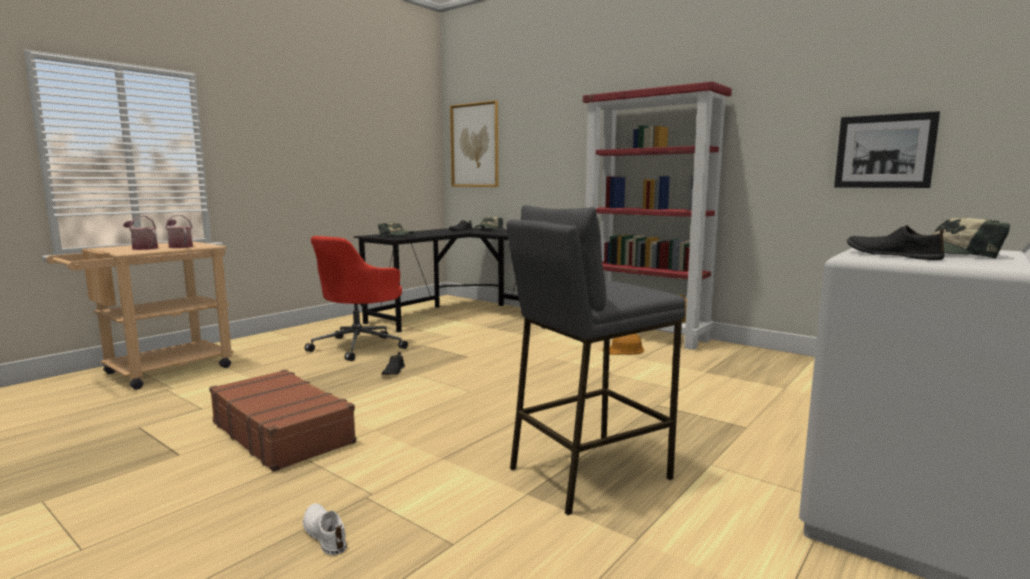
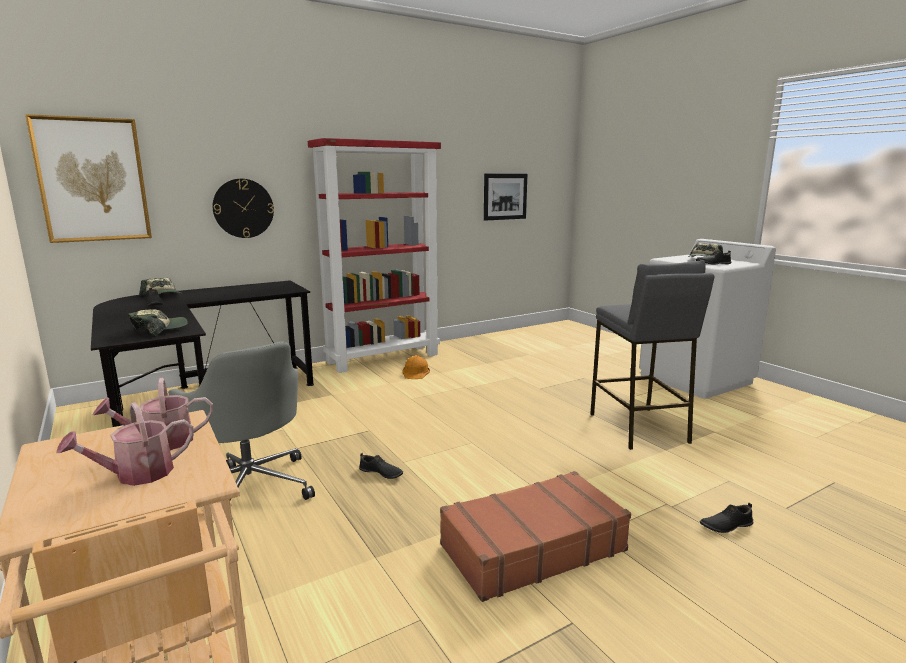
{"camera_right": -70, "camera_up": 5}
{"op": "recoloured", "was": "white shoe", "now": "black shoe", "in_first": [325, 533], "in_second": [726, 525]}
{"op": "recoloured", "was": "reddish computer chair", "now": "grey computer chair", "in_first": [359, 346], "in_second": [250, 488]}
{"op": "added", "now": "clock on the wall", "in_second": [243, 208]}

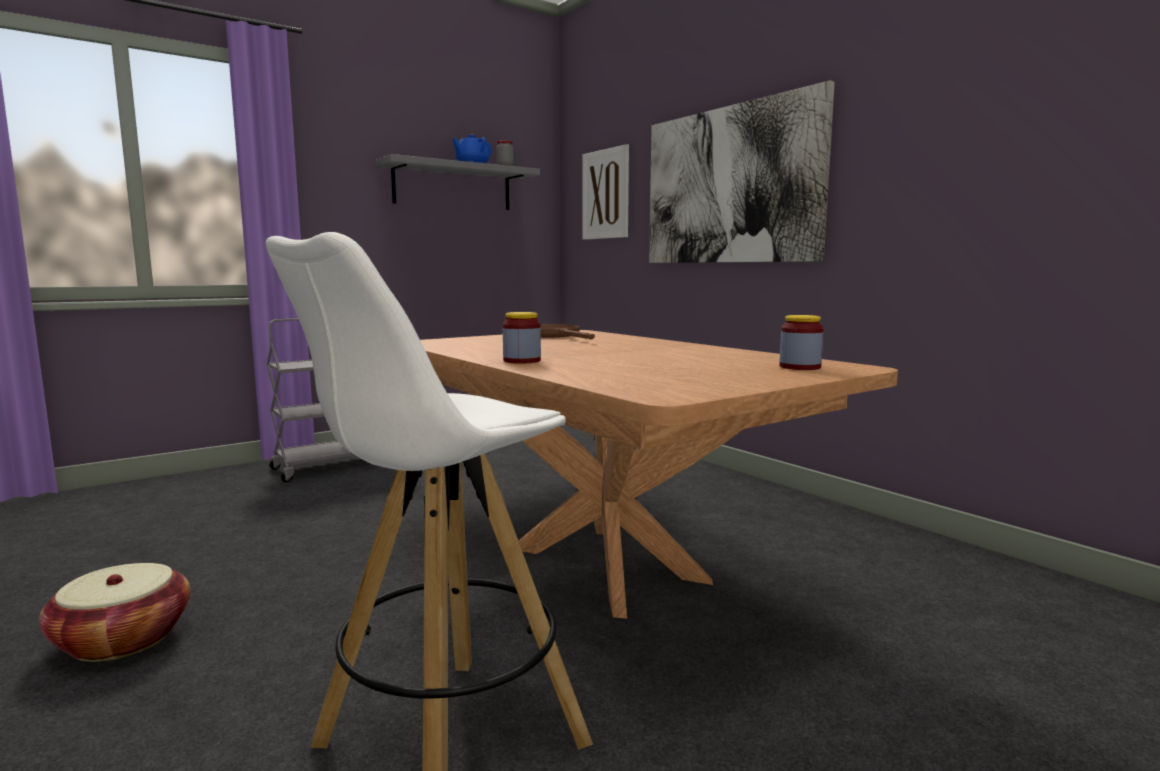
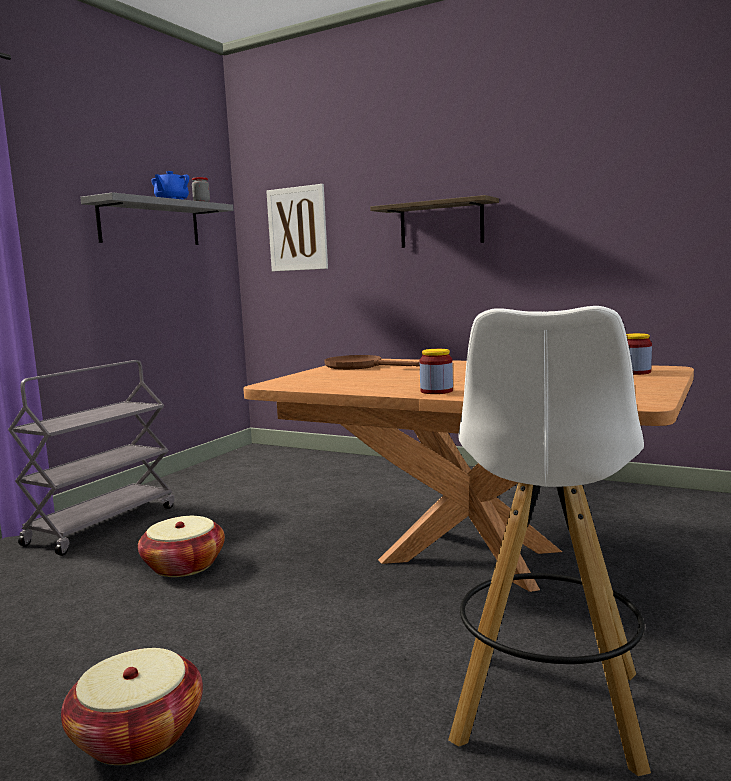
{"camera_right": -25, "camera_up": 0}
{"op": "replaced", "was": "picture", "now": "bracket shelf", "in_first": [730, 186], "in_second": [441, 224]}
{"op": "added", "now": "storage basket", "in_second": [184, 565]}

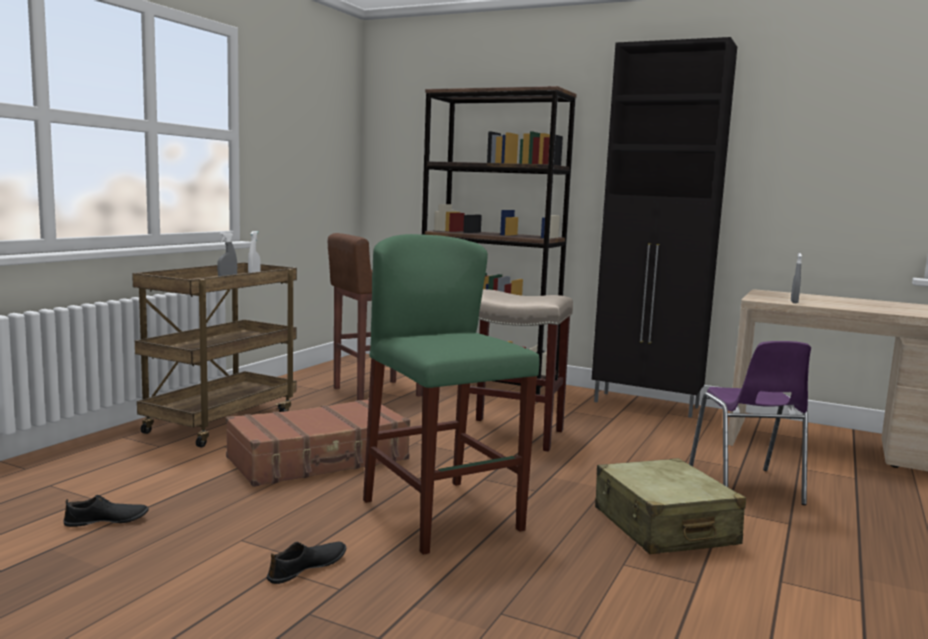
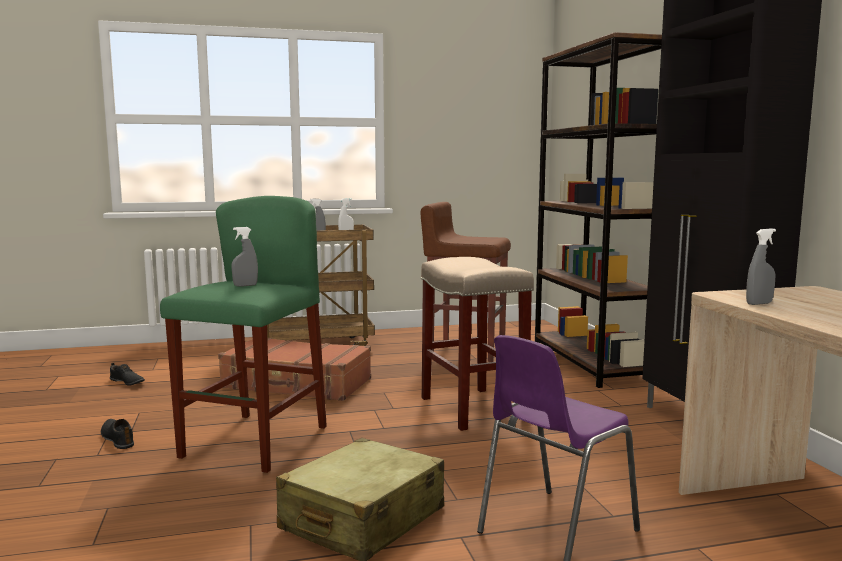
{"camera_right": 50, "camera_up": 0}
{"op": "turned", "was": "black shoe", "in_first": [307, 568], "in_second": [118, 438], "clockwise": -135}
{"op": "added", "now": "grey sprayer", "in_second": [245, 285]}

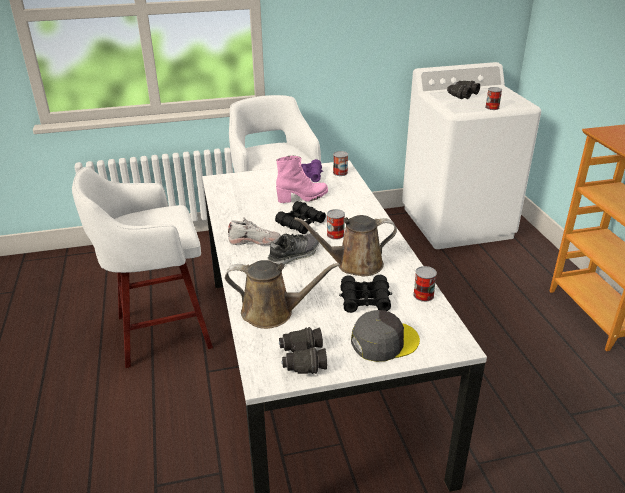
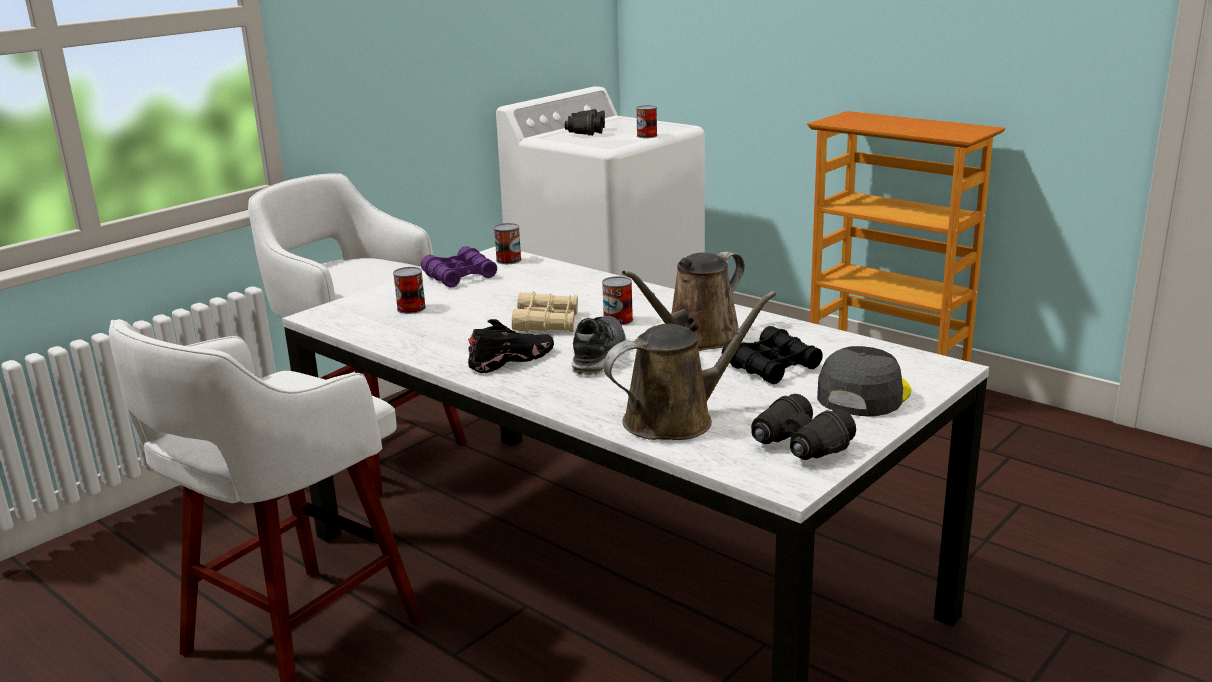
{"camera_right": -35, "camera_up": -10}
{"op": "recoloured", "was": "white shoe", "now": "black shoe", "in_first": [254, 241], "in_second": [511, 360]}
{"op": "recoloured", "was": "black pair of binoculars", "now": "sand-coloured pair of binoculars", "in_first": [301, 223], "in_second": [546, 323]}
{"op": "removed", "was": "pink-coloured high-top boot", "in_first": [303, 198]}
{"op": "moved", "was": "metal can", "in_first": [423, 295], "in_second": [411, 308]}

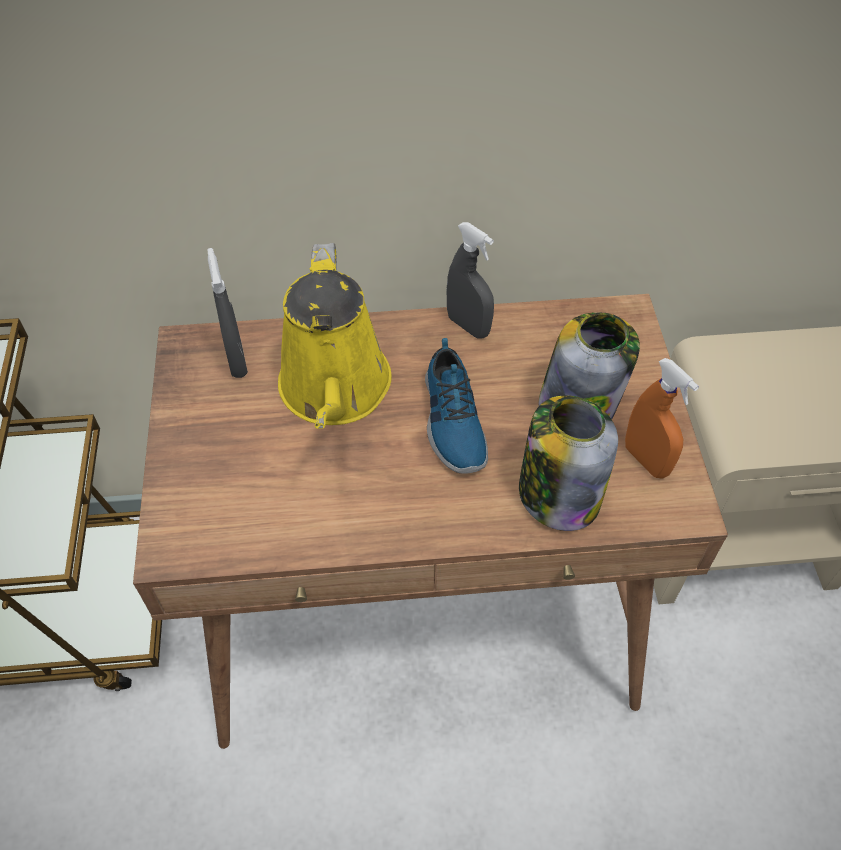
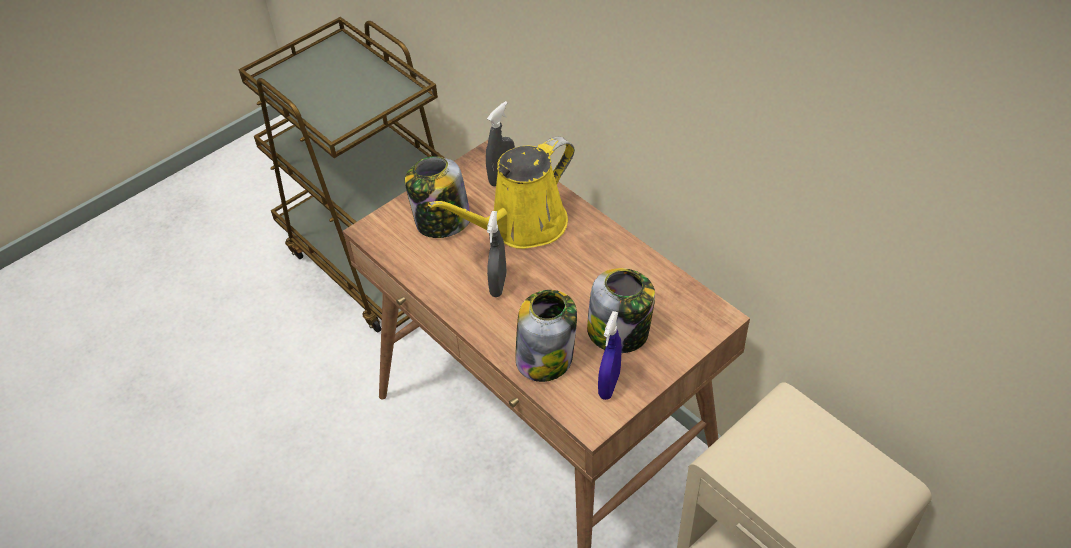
{"camera_right": 55, "camera_up": -5}
{"op": "removed", "was": "shoe", "in_first": [452, 421]}
{"op": "moved", "was": "grey sprayer", "in_first": [468, 326], "in_second": [498, 285]}
{"op": "recoloured", "was": "orangey sprayer", "now": "bluish sprayer", "in_first": [646, 460], "in_second": [609, 385]}
{"op": "added", "now": "storage jar", "in_second": [441, 222]}

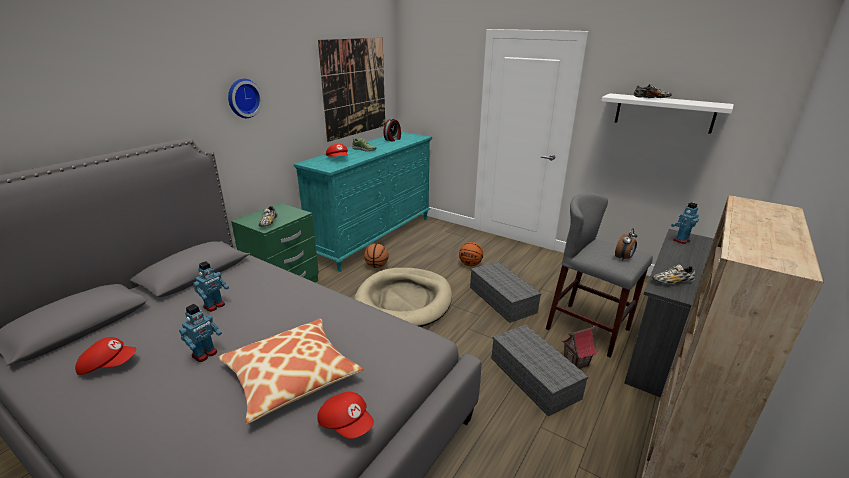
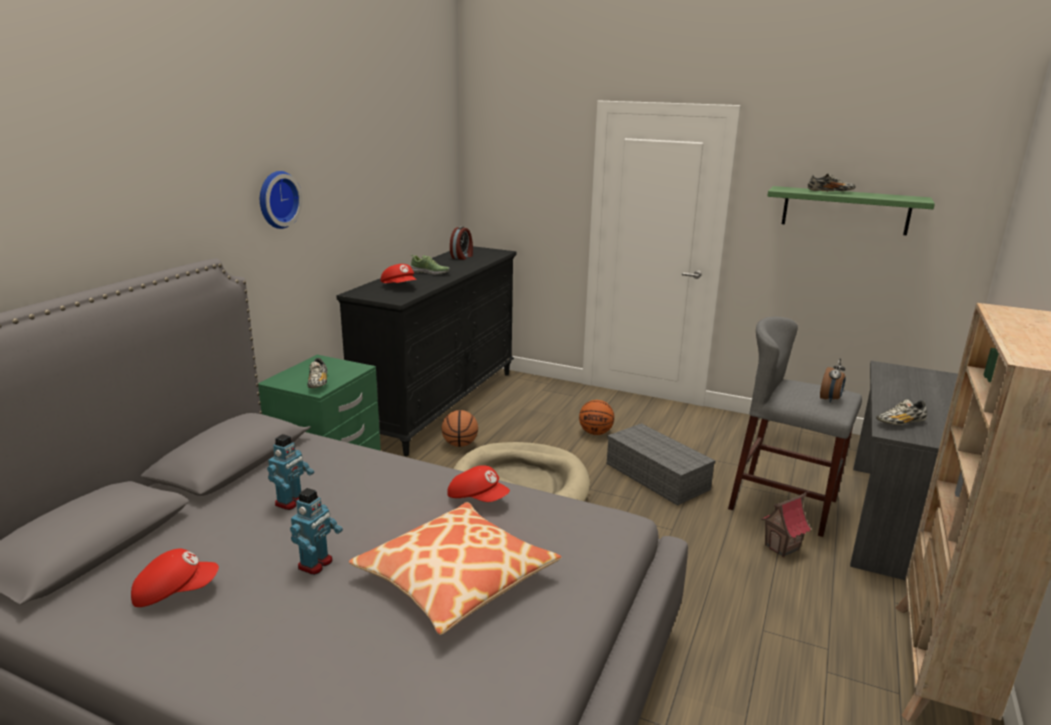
{"camera_right": -10, "camera_up": -5}
{"op": "recoloured", "was": "blue-green dresser", "now": "black dresser", "in_first": [374, 237], "in_second": [441, 404]}
{"op": "moved", "was": "reddish baseball cap", "in_first": [346, 423], "in_second": [478, 498]}
{"op": "removed", "was": "picture", "in_first": [355, 88]}
{"op": "removed", "was": "grey storage container", "in_first": [536, 378]}
{"op": "recoloured", "was": "white bracket shelf", "now": "greenish bracket shelf", "in_first": [664, 113], "in_second": [845, 210]}
{"op": "removed", "was": "robot figure", "in_first": [681, 240]}

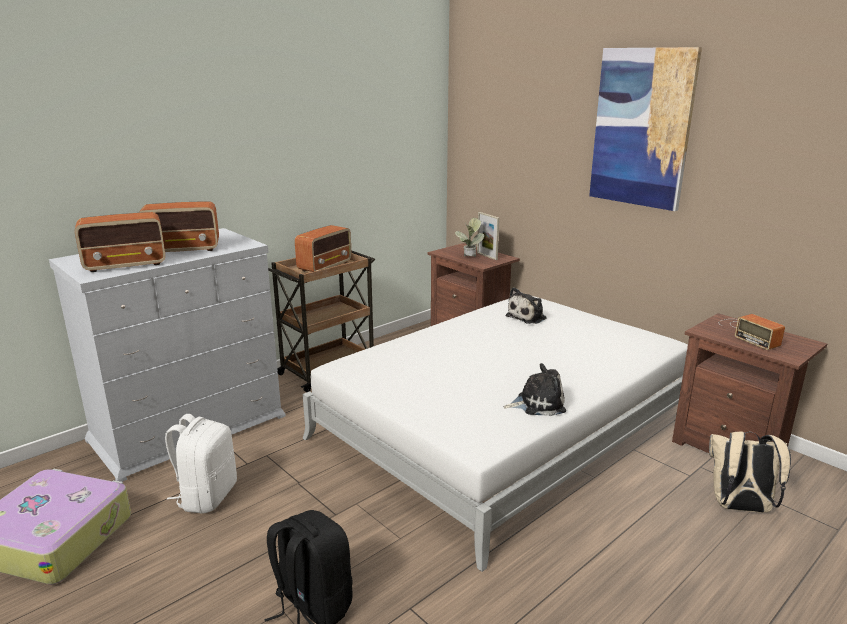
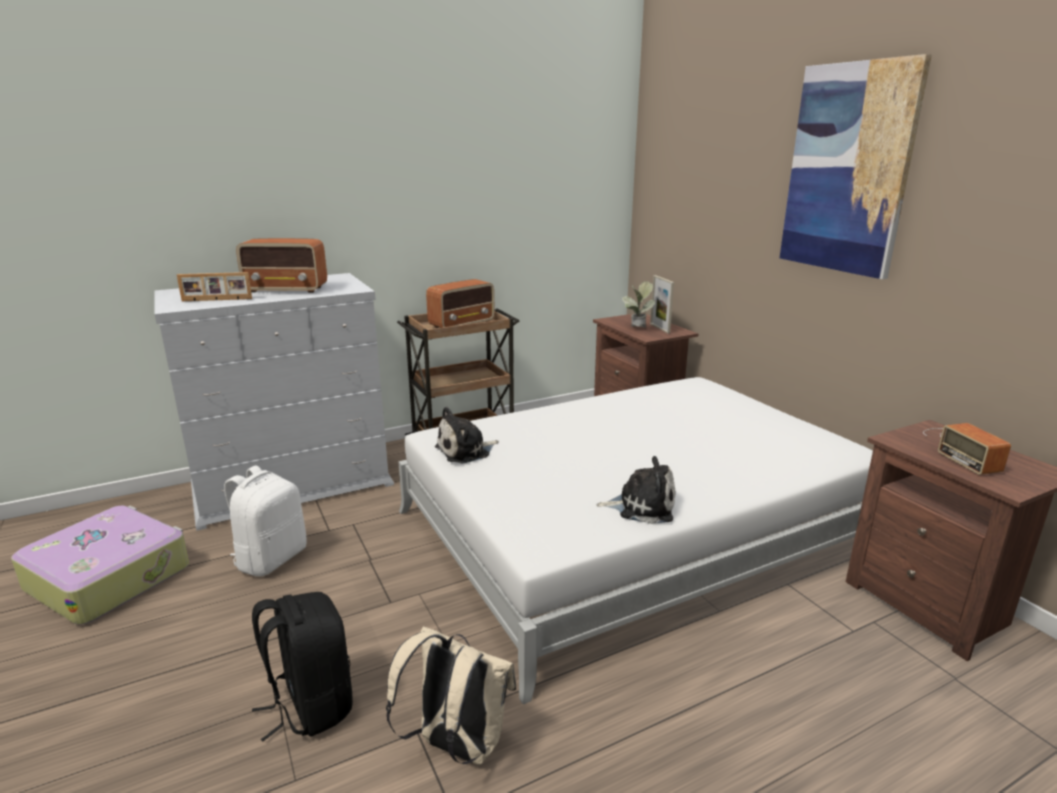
{"camera_right": 15, "camera_up": 0}
{"op": "replaced", "was": "radio", "now": "picture frame", "in_first": [126, 265], "in_second": [217, 300]}
{"op": "moved", "was": "cuddly toy", "in_first": [528, 317], "in_second": [466, 451]}
{"op": "moved", "was": "sand-coloured knapsack", "in_first": [739, 507], "in_second": [456, 745]}

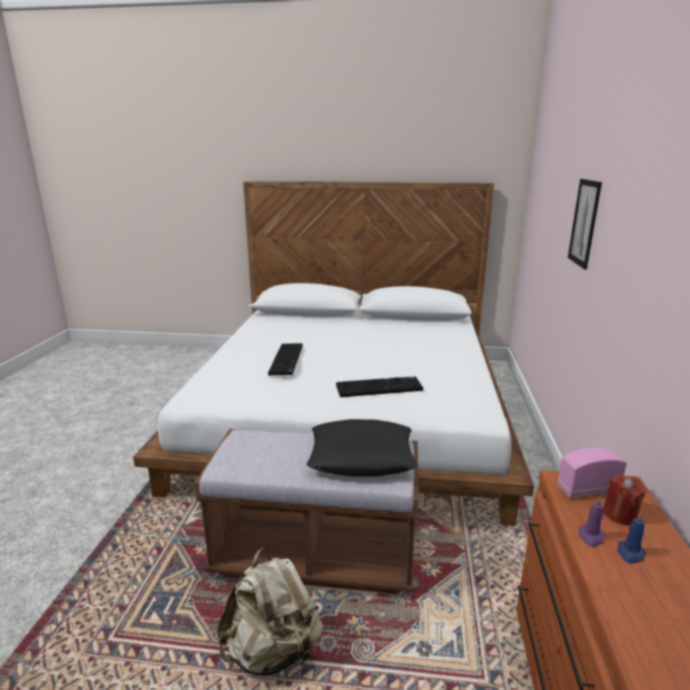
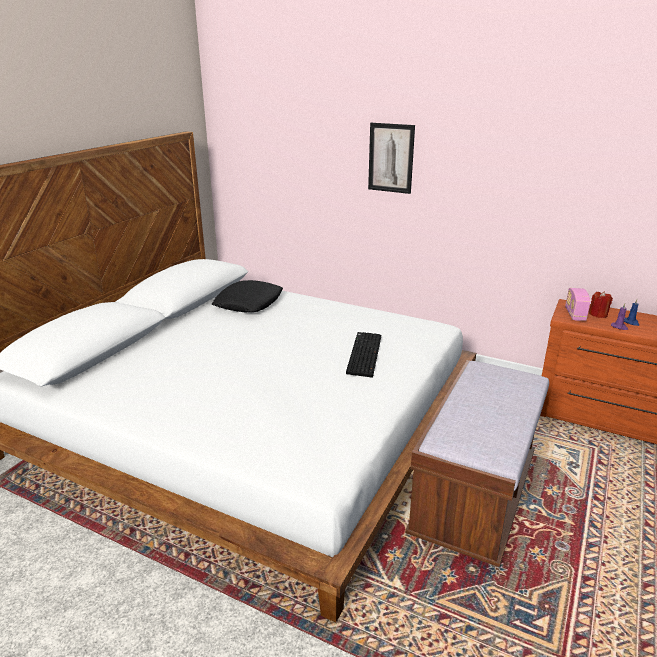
{"camera_right": -70, "camera_up": 5}
{"op": "removed", "was": "sand-coloured knapsack", "in_first": [273, 651]}
{"op": "removed", "was": "PC keyboard", "in_first": [287, 360]}
{"op": "moved", "was": "black pillow", "in_first": [361, 456], "in_second": [249, 303]}

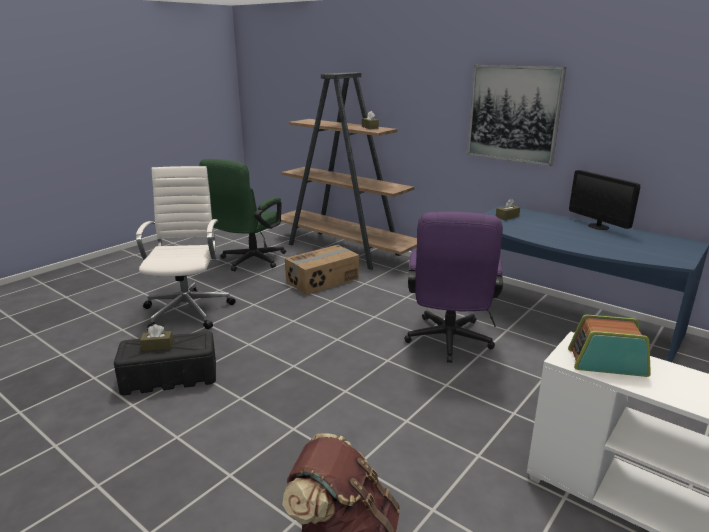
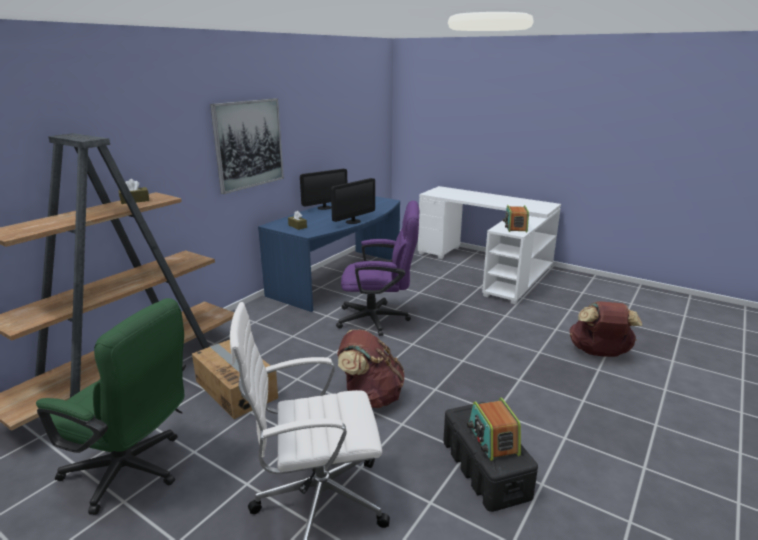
{"camera_right": -95, "camera_up": 0}
{"op": "replaced", "was": "brownish box of tissues", "now": "radio", "in_first": [157, 346], "in_second": [492, 440]}
{"op": "added", "now": "computer screen", "in_second": [353, 221]}
{"op": "added", "now": "brownish knapsack", "in_second": [370, 397]}

